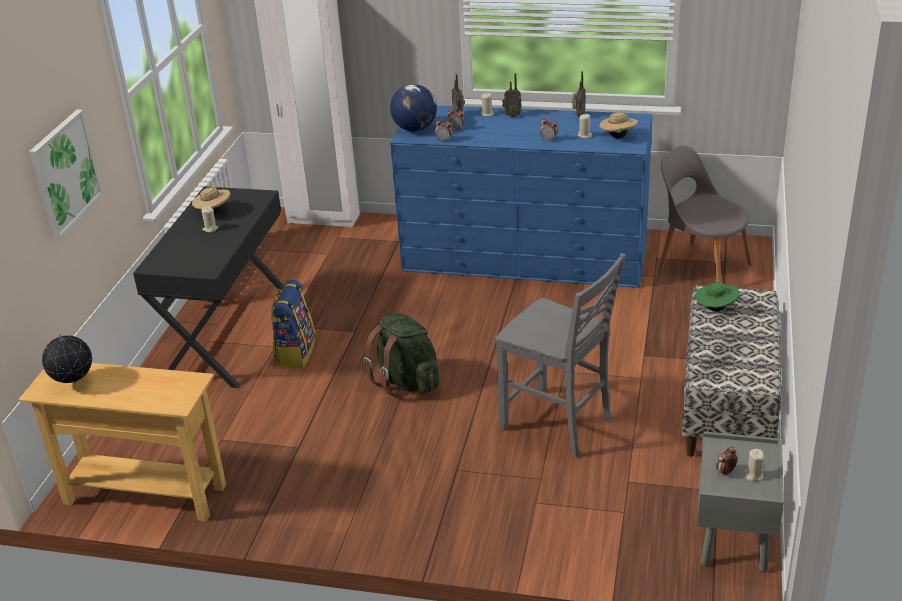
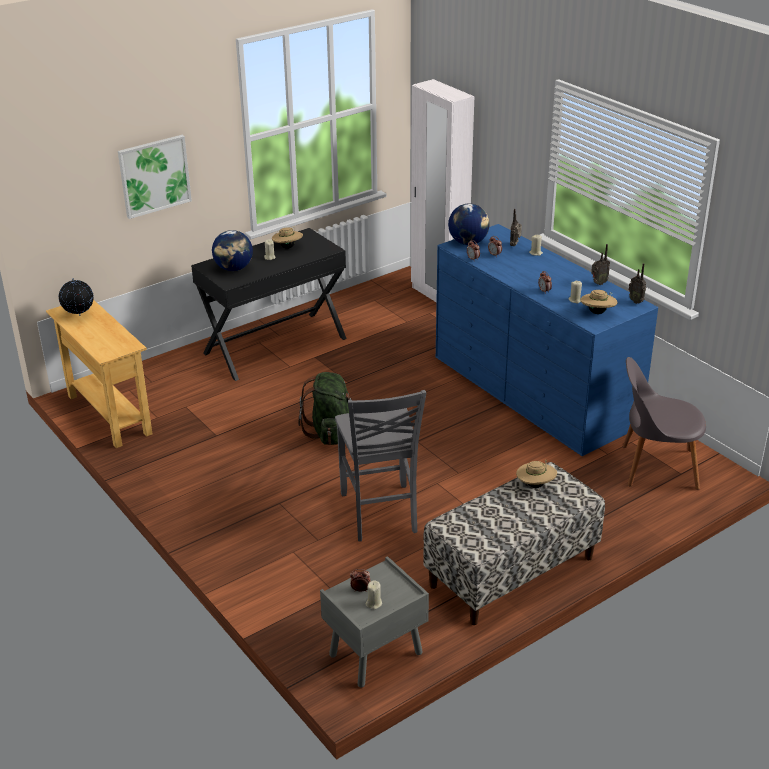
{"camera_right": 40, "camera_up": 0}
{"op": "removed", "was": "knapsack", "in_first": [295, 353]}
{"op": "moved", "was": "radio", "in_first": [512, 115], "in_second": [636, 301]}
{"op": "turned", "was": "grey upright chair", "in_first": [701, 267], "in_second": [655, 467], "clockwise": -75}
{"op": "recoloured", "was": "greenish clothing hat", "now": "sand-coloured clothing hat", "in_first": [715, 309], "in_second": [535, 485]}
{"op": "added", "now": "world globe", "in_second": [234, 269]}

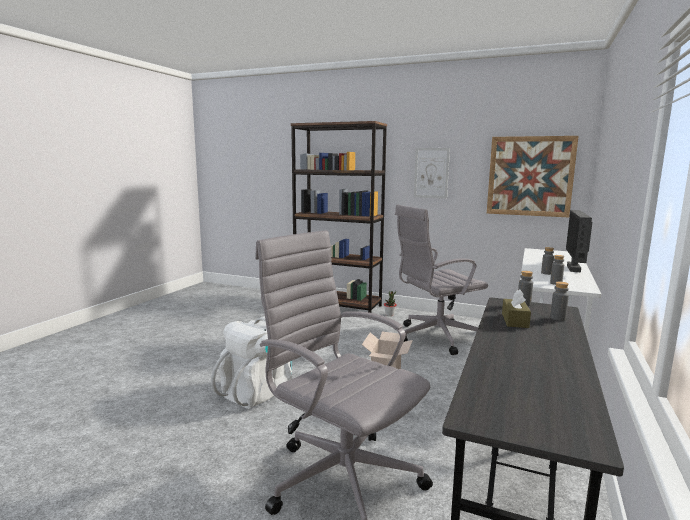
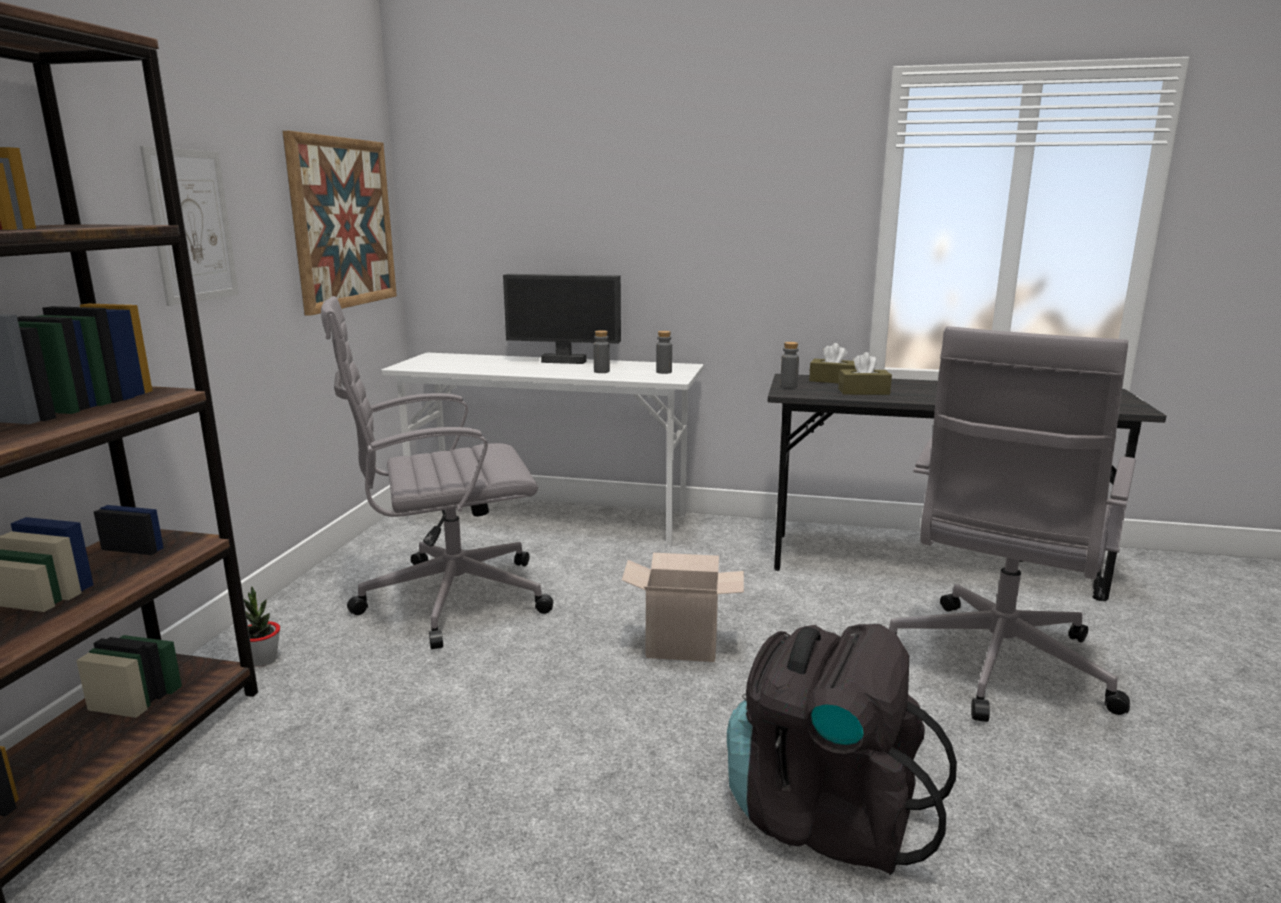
{"camera_right": -100, "camera_up": 5}
{"op": "recoloured", "was": "white knapsack", "now": "black knapsack", "in_first": [258, 392], "in_second": [825, 816]}
{"op": "turned", "was": "grey computer chair", "in_first": [435, 337], "in_second": [448, 599], "clockwise": 105}
{"op": "replaced", "was": "grey bottle", "now": "brownish box of tissues", "in_first": [558, 318], "in_second": [832, 380]}

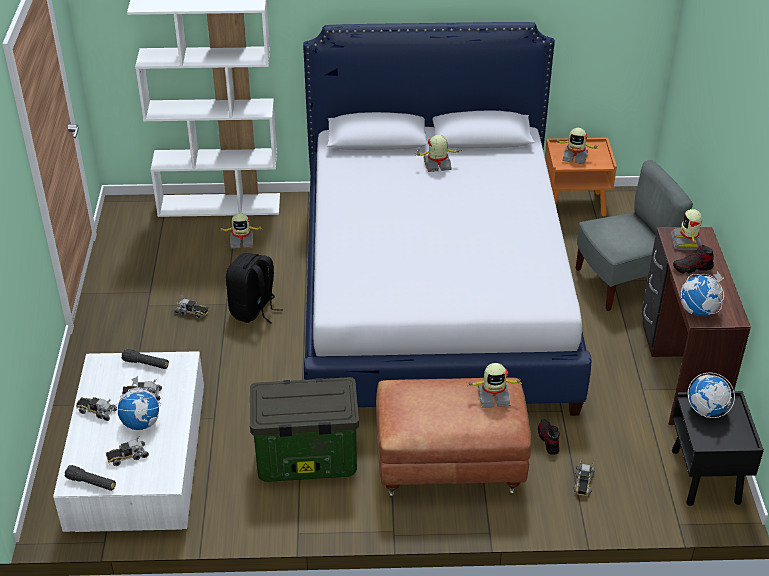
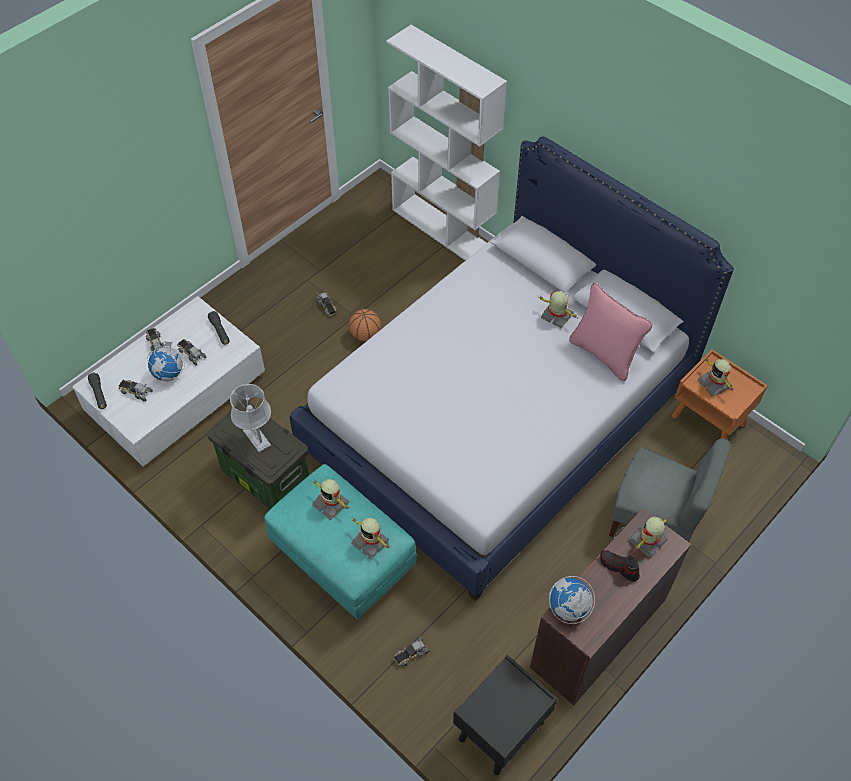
{"camera_right": 45, "camera_up": 15}
{"op": "moved", "was": "robot figure", "in_first": [242, 241], "in_second": [331, 503]}
{"op": "replaced", "was": "black knapsack", "now": "ball for basketball", "in_first": [253, 310], "in_second": [365, 335]}
{"op": "recoloured", "was": "brownish ottoman", "now": "blue-green ottoman", "in_first": [450, 465], "in_second": [344, 560]}
{"op": "removed", "was": "shoe", "in_first": [548, 440]}
{"op": "removed", "was": "world globe", "in_first": [706, 410]}
{"op": "added", "now": "grey tabletop lamp", "in_second": [257, 438]}
{"op": "added", "now": "pink-coloured pillow", "in_second": [604, 354]}

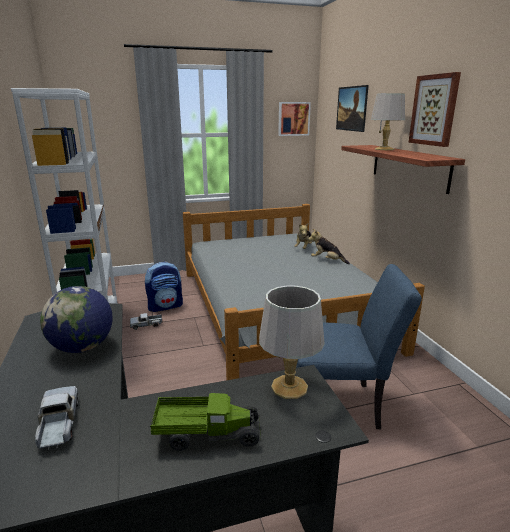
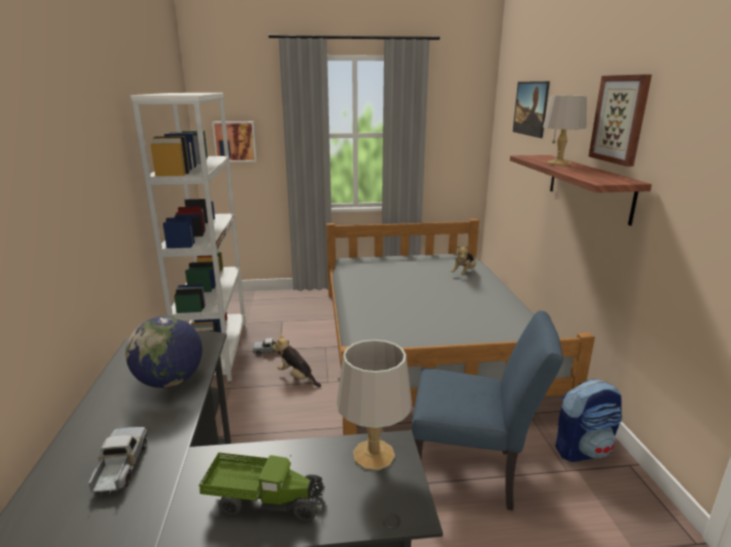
{"camera_right": 10, "camera_up": 0}
{"op": "moved", "was": "knapsack", "in_first": [165, 306], "in_second": [583, 450]}
{"op": "moved", "was": "picture", "in_first": [293, 119], "in_second": [235, 141]}
{"op": "moved", "was": "cuddly toy", "in_first": [327, 261], "in_second": [297, 377]}

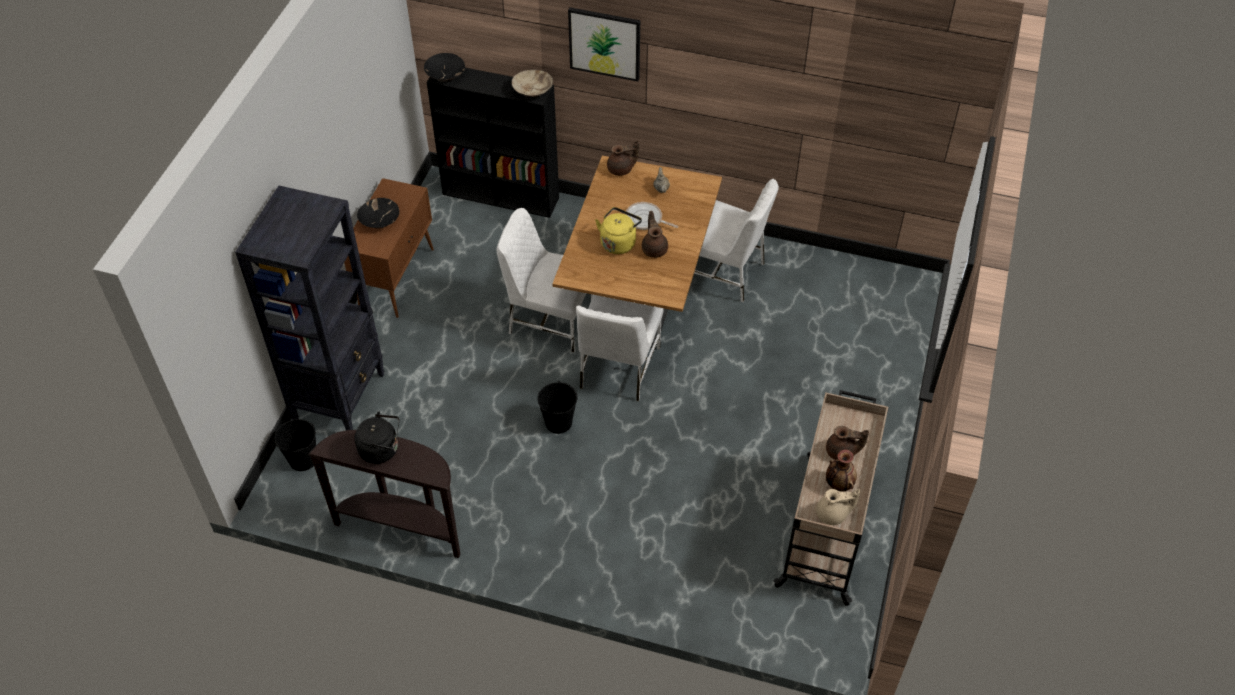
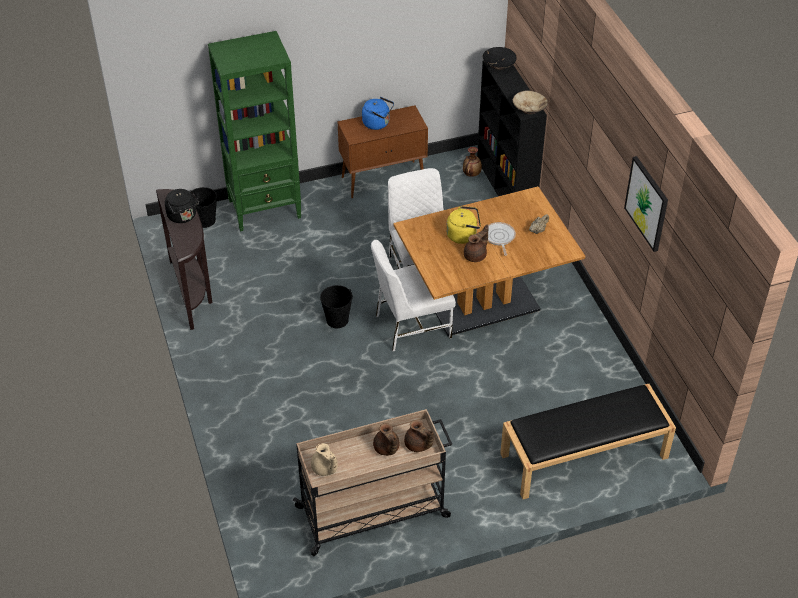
{"camera_right": 55, "camera_up": -5}
{"op": "recoloured", "was": "black bookcase", "now": "greenish bookcase", "in_first": [340, 397], "in_second": [265, 209]}
{"op": "replaced", "was": "black serving bowl", "now": "bluish water kettle", "in_first": [380, 220], "in_second": [378, 123]}
{"op": "moved", "was": "picture", "in_first": [605, 43], "in_second": [647, 203]}
{"op": "moved", "was": "brownish tea pot", "in_first": [621, 169], "in_second": [418, 445]}
{"op": "removed", "was": "white upright chair", "in_first": [724, 272]}
{"op": "moved", "was": "decorative vase", "in_first": [838, 484], "in_second": [471, 174]}
{"op": "added", "now": "black indoor bench", "in_second": [583, 456]}

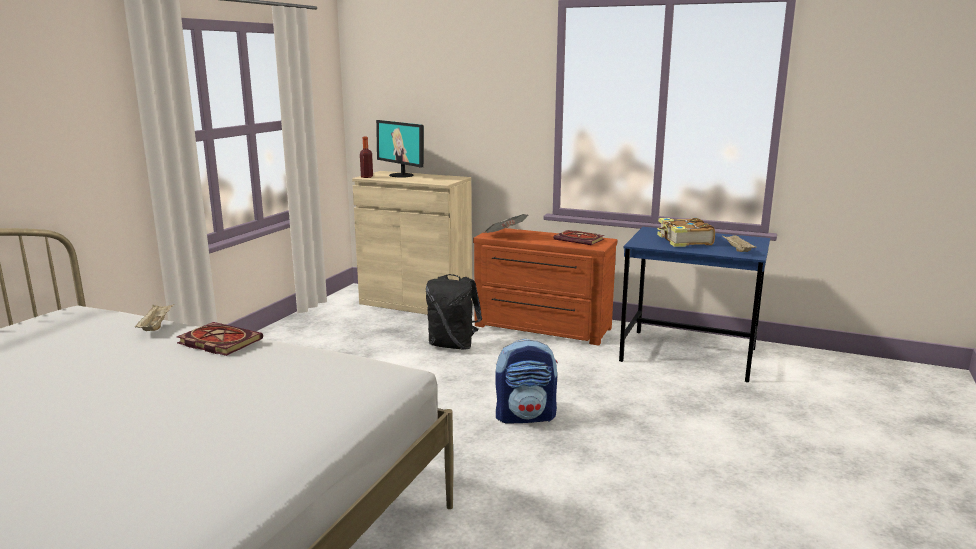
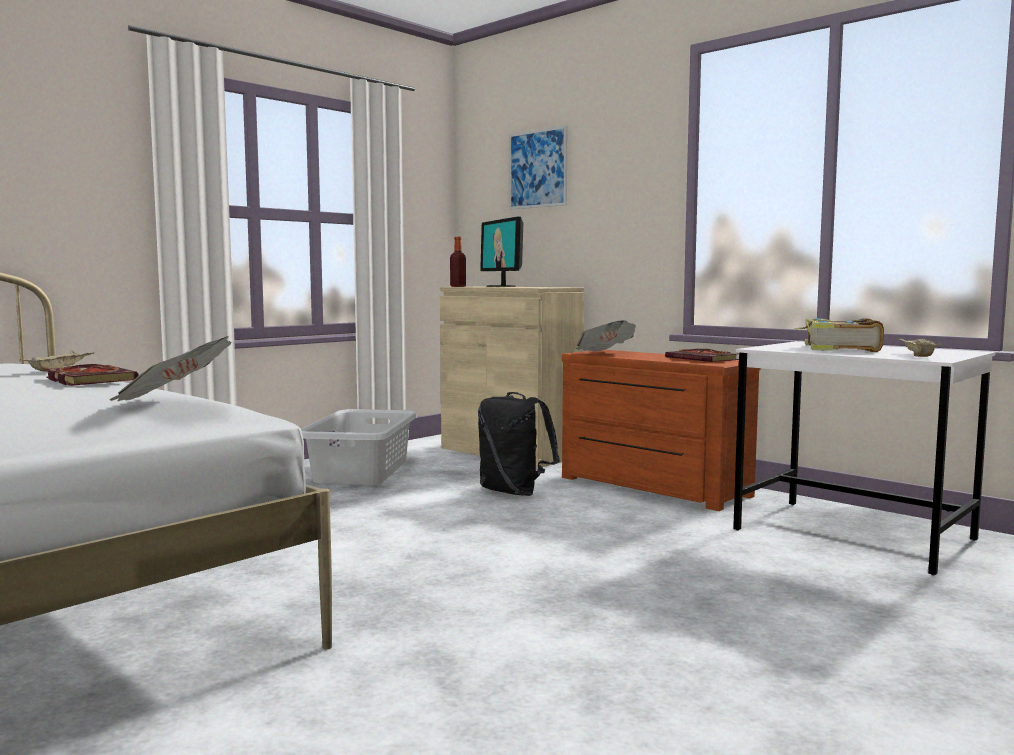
{"camera_right": 20, "camera_up": -10}
{"op": "removed", "was": "knapsack", "in_first": [526, 416]}
{"op": "recoloured", "was": "bluish desk table", "now": "white desk table", "in_first": [689, 355], "in_second": [854, 535]}
{"op": "added", "now": "newspaper", "in_second": [173, 402]}
{"op": "added", "now": "grey laundry basket", "in_second": [362, 471]}
{"op": "added", "now": "picture", "in_second": [537, 169]}

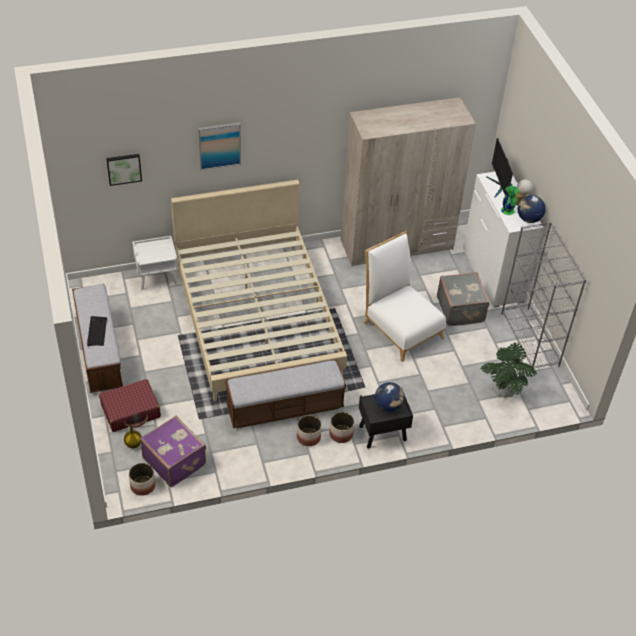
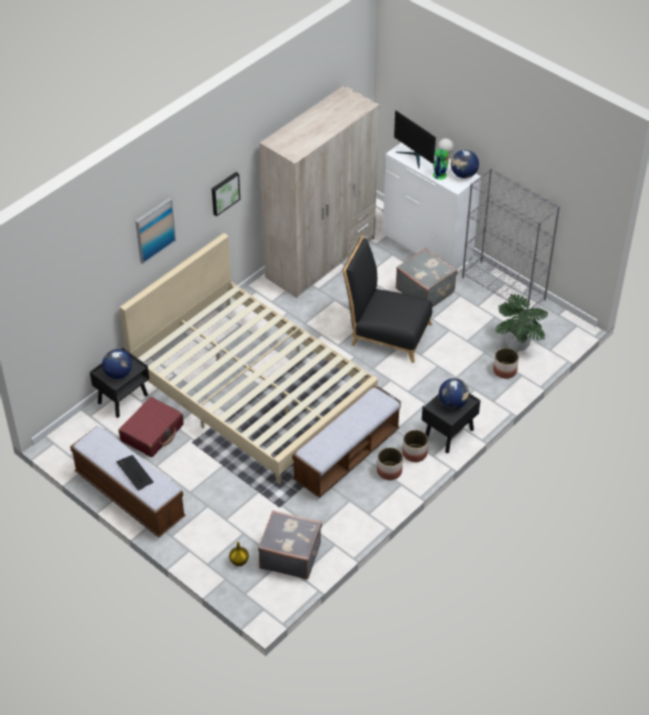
{"camera_right": -30, "camera_up": 0}
{"op": "moved", "was": "reddish suitcase", "in_first": [131, 411], "in_second": [152, 433]}
{"op": "moved", "was": "picture", "in_first": [124, 168], "in_second": [224, 193]}
{"op": "moved", "was": "flower pot", "in_first": [143, 486], "in_second": [505, 370]}
{"op": "recoloured", "was": "white bedside table", "now": "black bedside table", "in_first": [157, 278], "in_second": [123, 398]}
{"op": "recoloured", "was": "purplish suitcase", "now": "grey suitcase", "in_first": [175, 461], "in_second": [290, 555]}
{"op": "recoloured", "was": "white upright chair", "now": "black upright chair", "in_first": [400, 327], "in_second": [386, 332]}
{"op": "added", "now": "world globe", "in_second": [118, 373]}

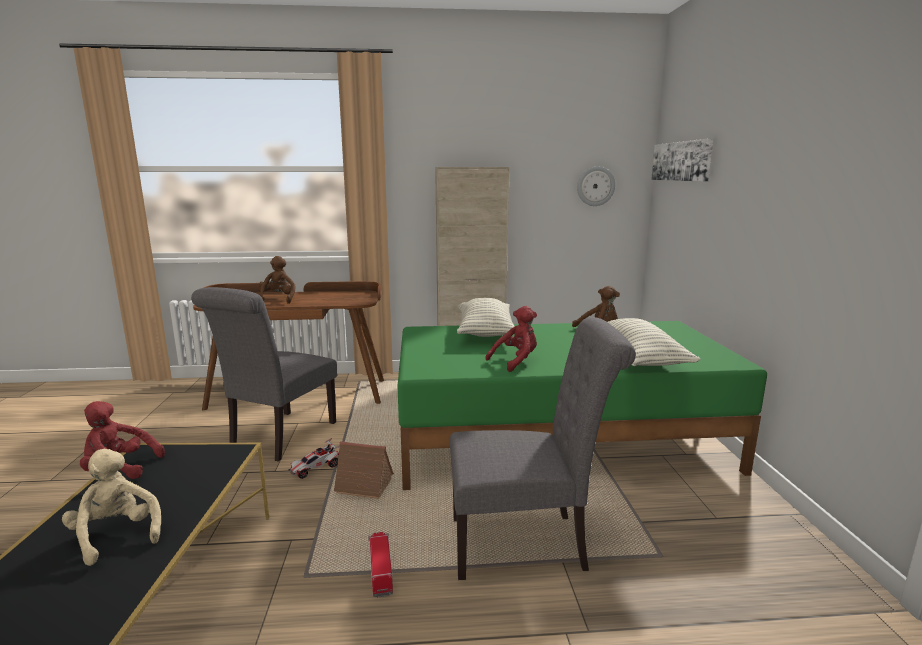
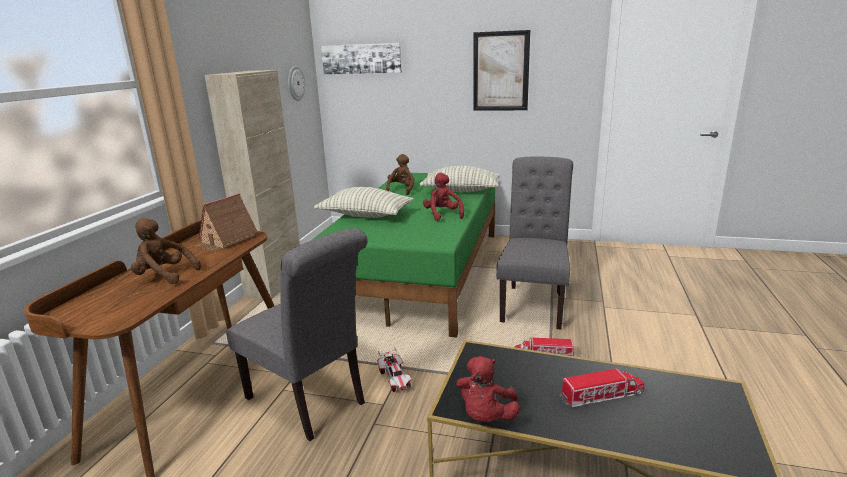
{"camera_right": -70, "camera_up": 5}
{"op": "replaced", "was": "sand-coloured cuddly toy", "now": "toy lorry", "in_first": [117, 535], "in_second": [602, 396]}
{"op": "moved", "was": "toy house", "in_first": [361, 486], "in_second": [226, 240]}
{"op": "added", "now": "picture", "in_second": [500, 71]}

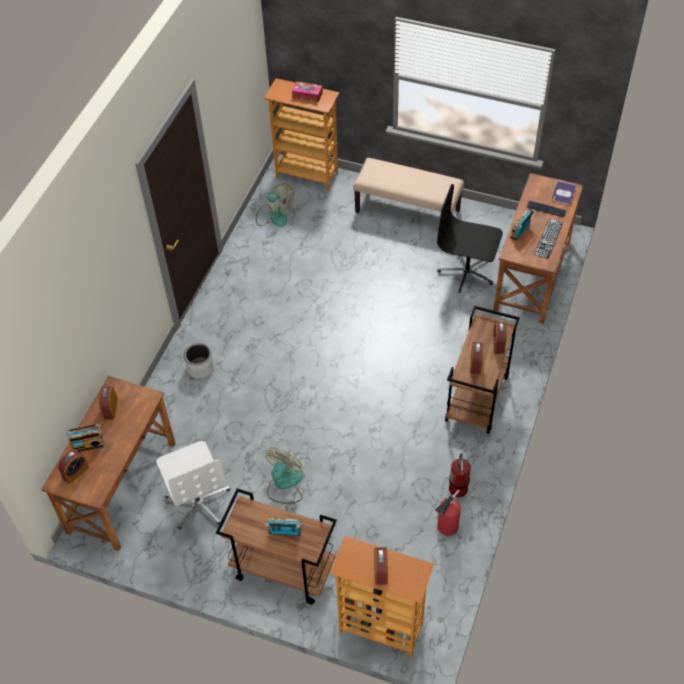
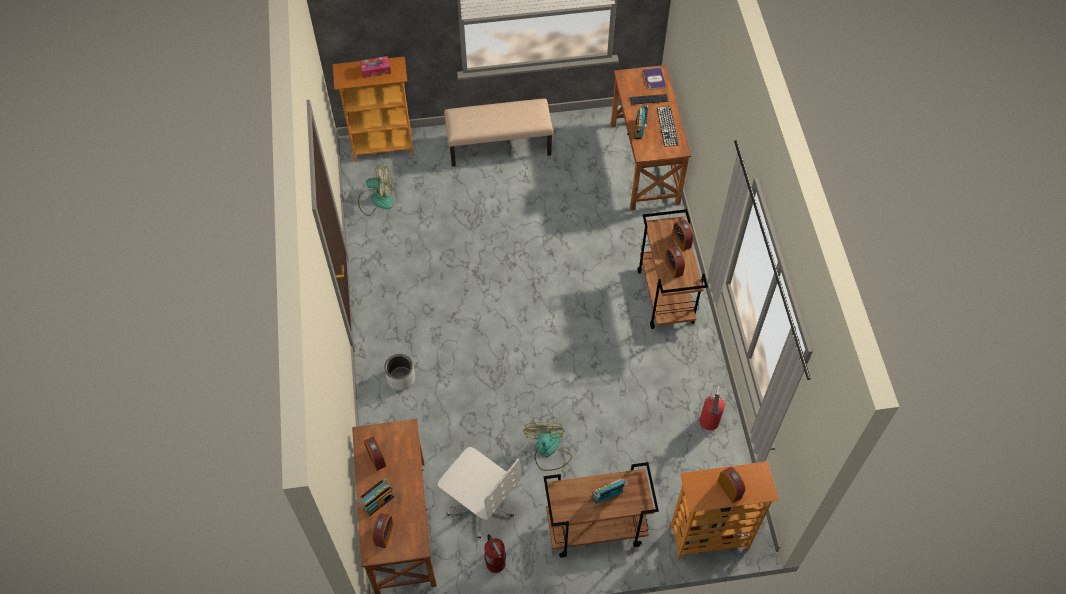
{"camera_right": -30, "camera_up": 5}
{"op": "removed", "was": "black computer chair", "in_first": [467, 272]}
{"op": "moved", "was": "fire extinguisher", "in_first": [458, 488], "in_second": [496, 562]}

